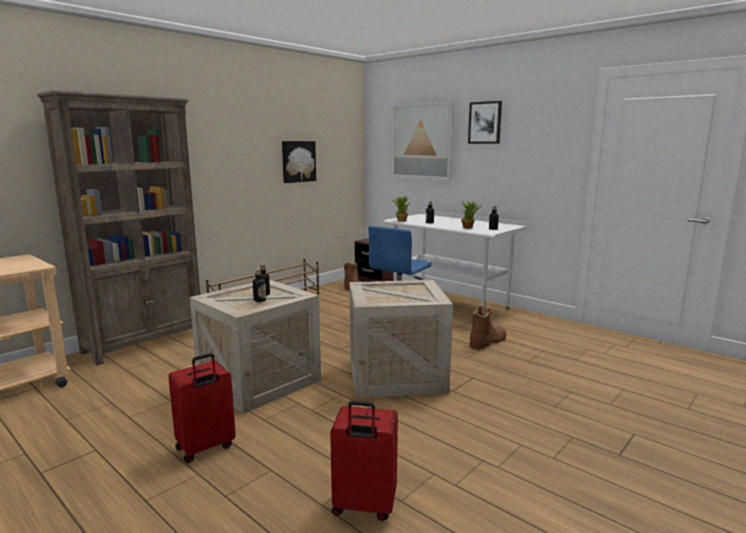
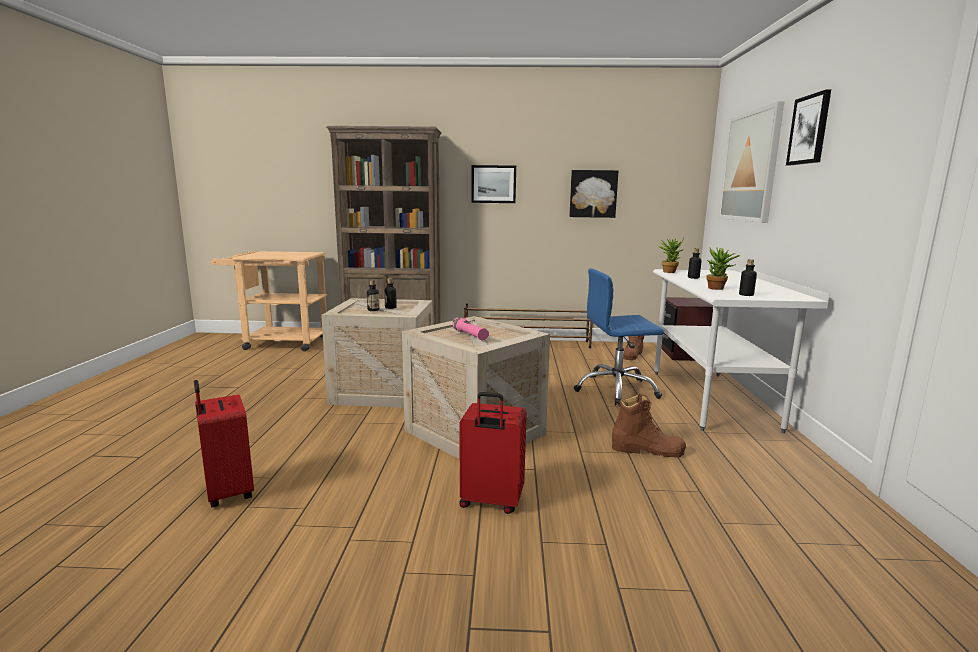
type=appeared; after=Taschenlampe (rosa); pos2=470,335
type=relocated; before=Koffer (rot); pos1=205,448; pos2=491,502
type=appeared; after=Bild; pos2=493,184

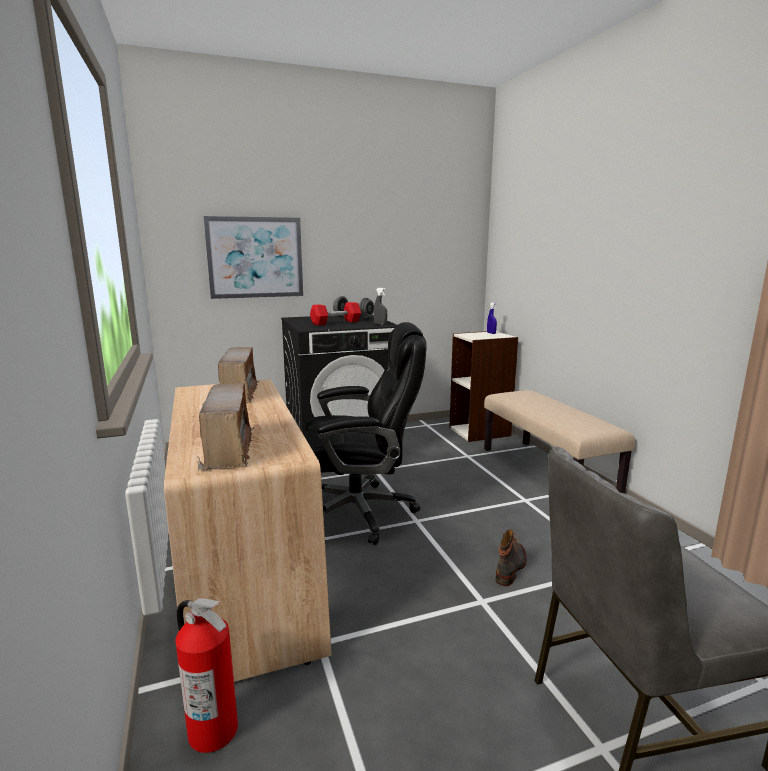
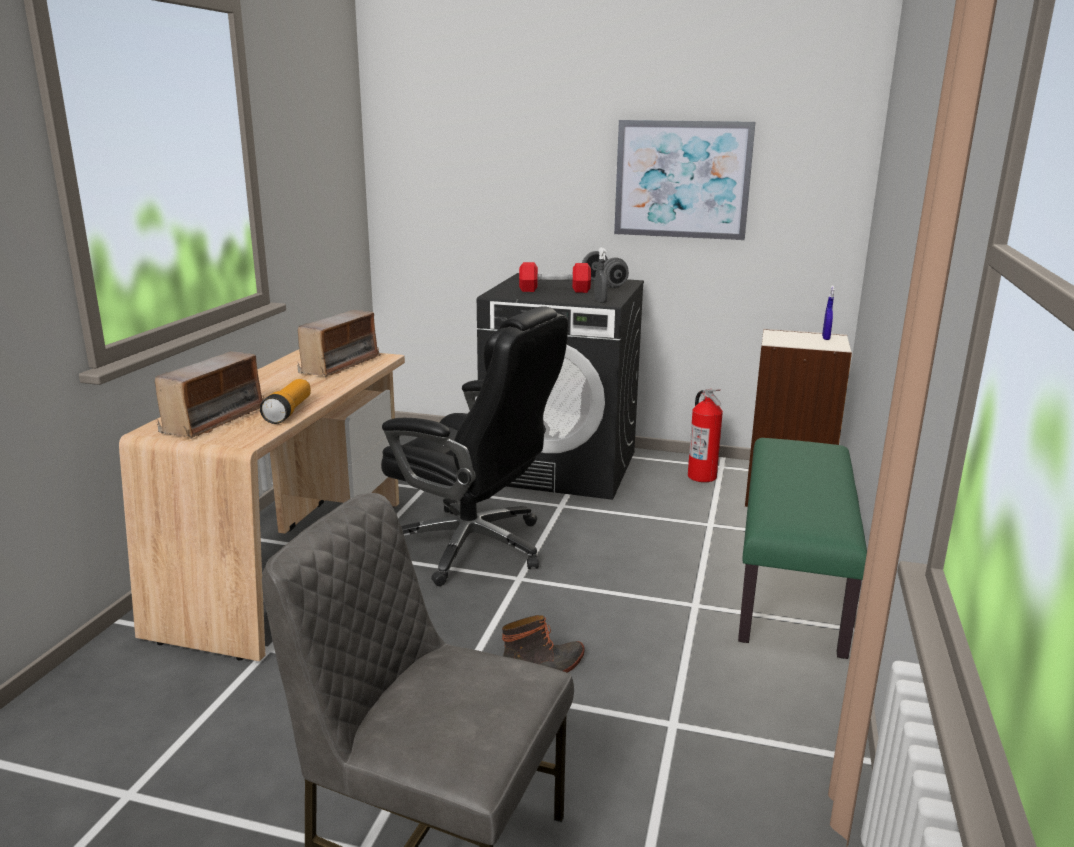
type=appeared; after=Taschenlampe; pos2=288,412
type=relocated; before=Bild; pos1=255,257; pos2=682,179
type=relocated; before=Feuerlöscher; pos1=213,730; pos2=702,476
type=colour; before=Bank (beige); after=Bank (grün); pos1=547,472; pos2=793,583

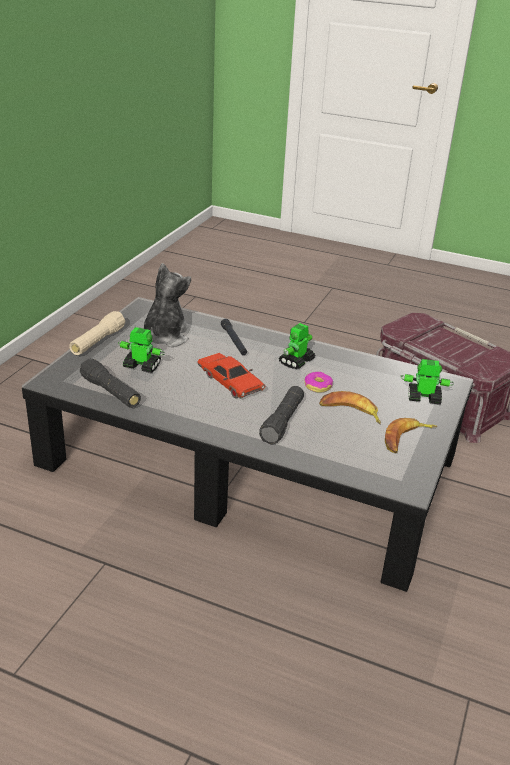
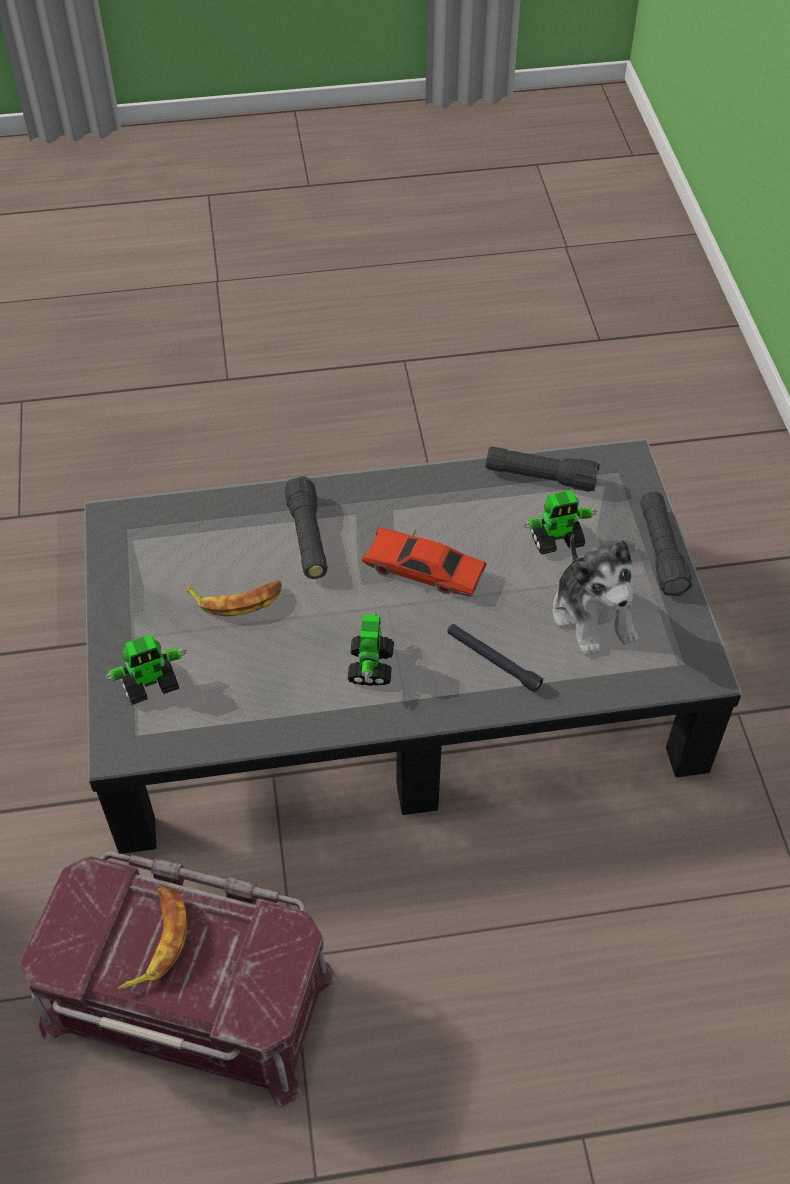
type=relocated; before=Banane; pos1=406,439; pos2=157,941
type=colour; before=Taschenlampe (beige); after=Taschenlampe (schwarz); pos1=97,342; pos2=661,552
type=missing; before=Donut; pos1=318,386

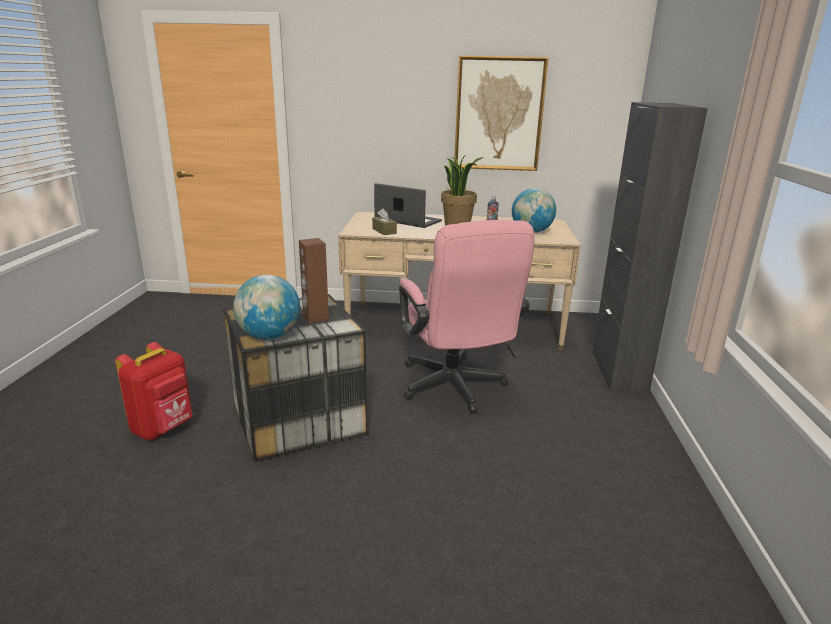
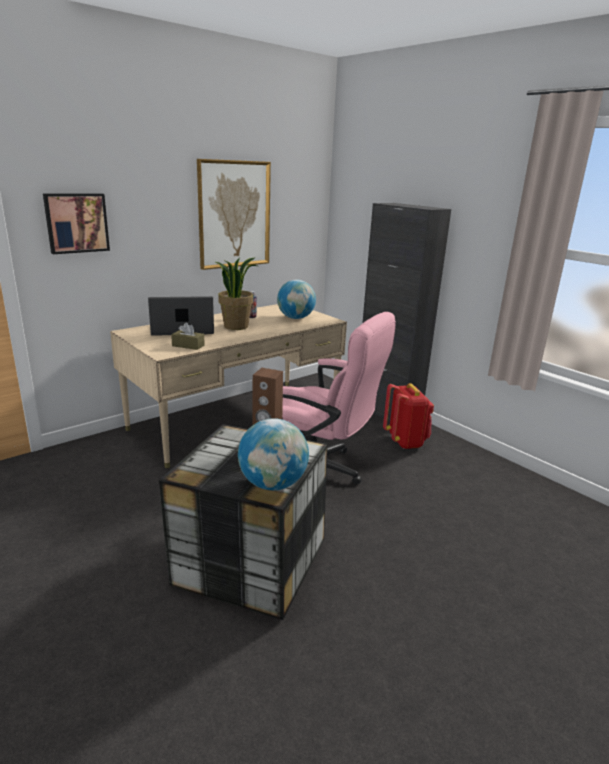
type=appeared; after=Bild; pos2=76,223
type=relocated; before=Rucksack (rot); pos1=164,428; pos2=405,442

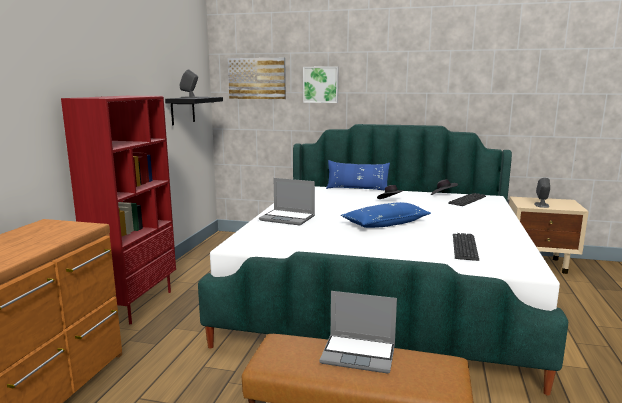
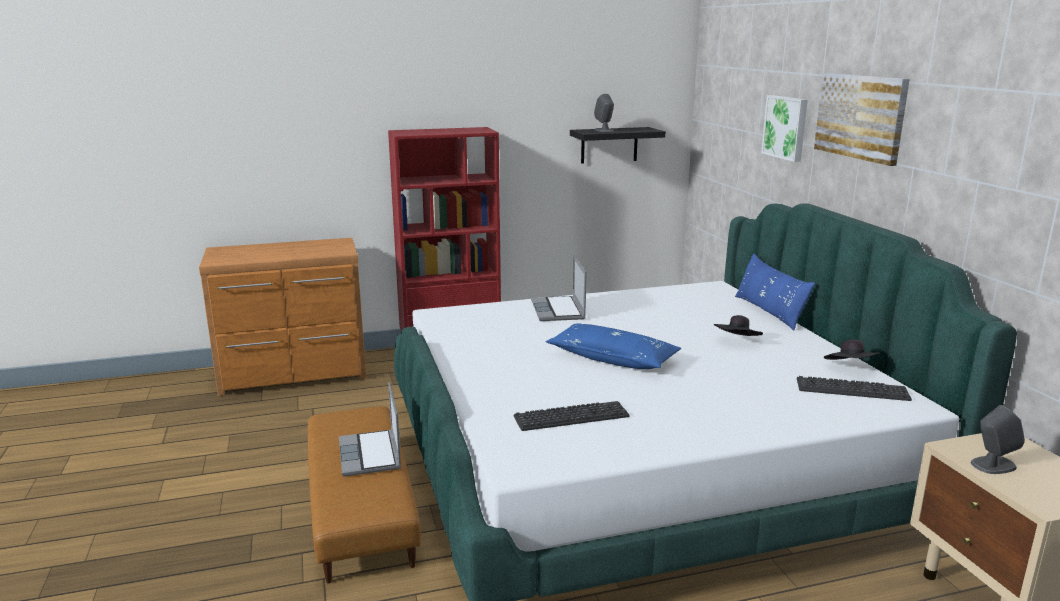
type=relocated; before=Bild; pos1=257,78; pos2=861,116

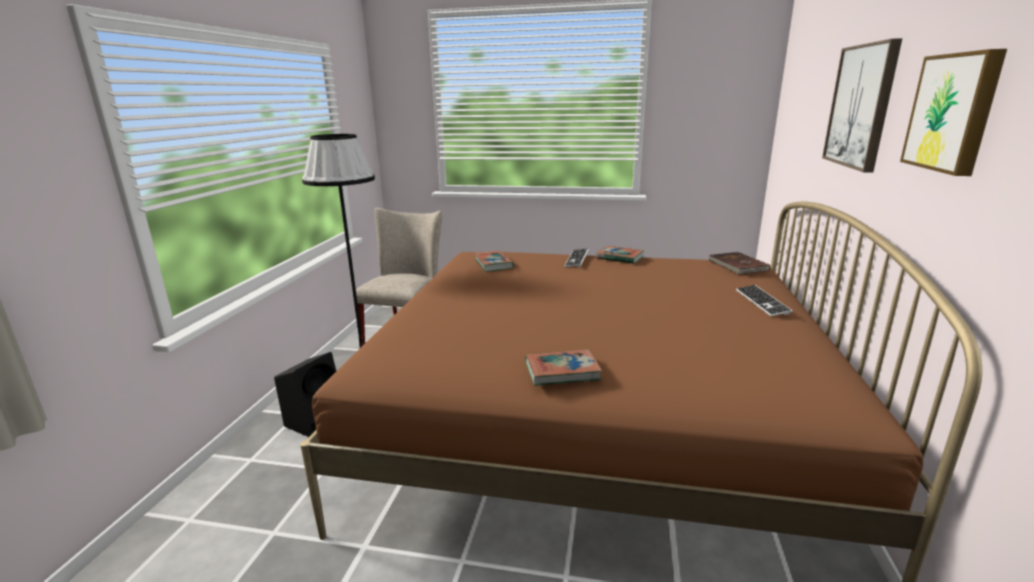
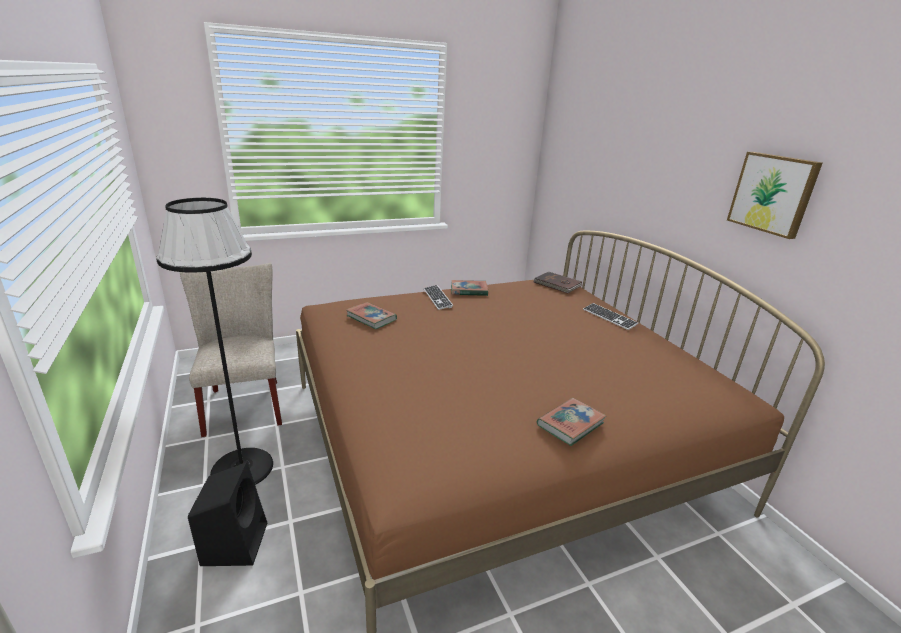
type=missing; before=Bild; pos1=861,106

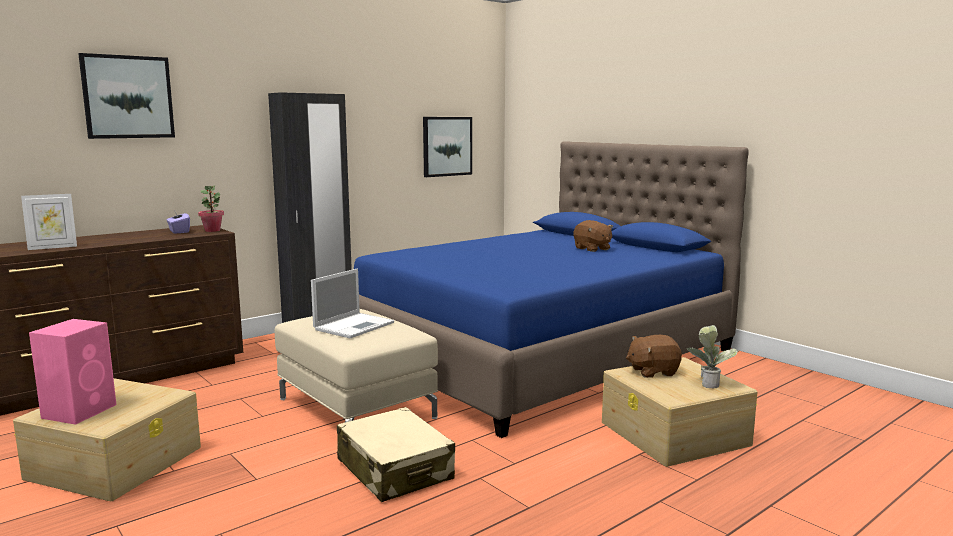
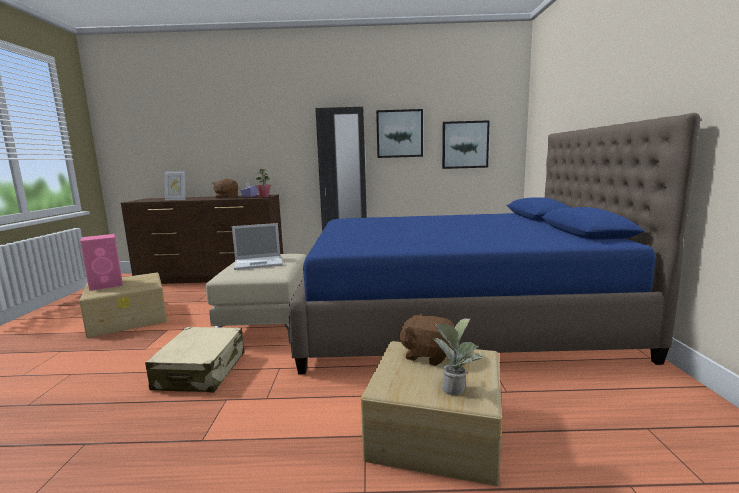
type=relocated; before=Plüschtier (braun); pos1=592,249; pos2=226,197
type=relocated; before=Bild; pos1=128,97; pos2=399,134

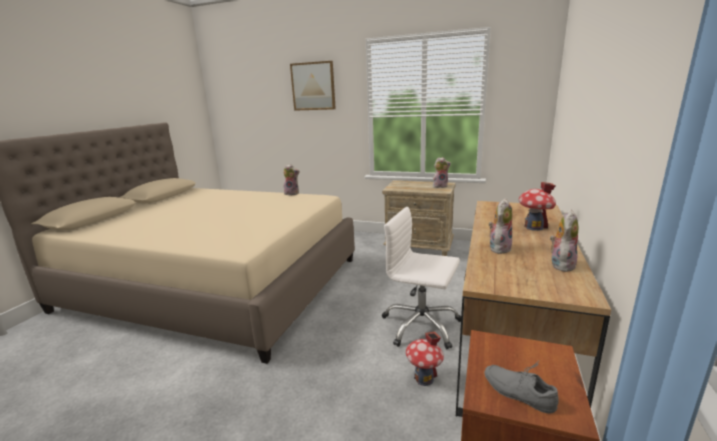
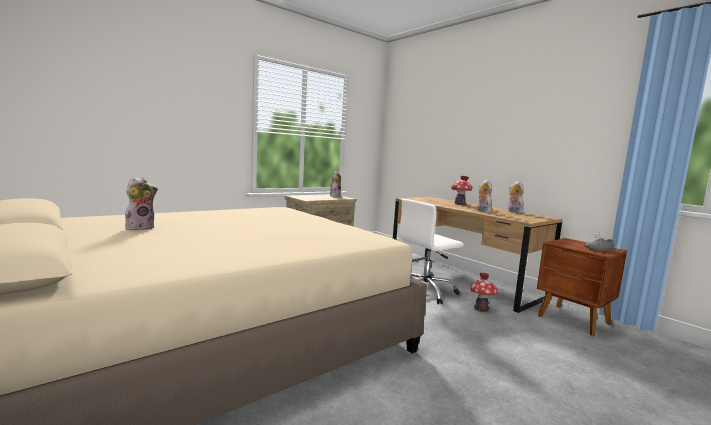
type=relocated; before=Plüschtier; pos1=292,193; pos2=140,228
type=missing; before=Bild; pos1=313,86

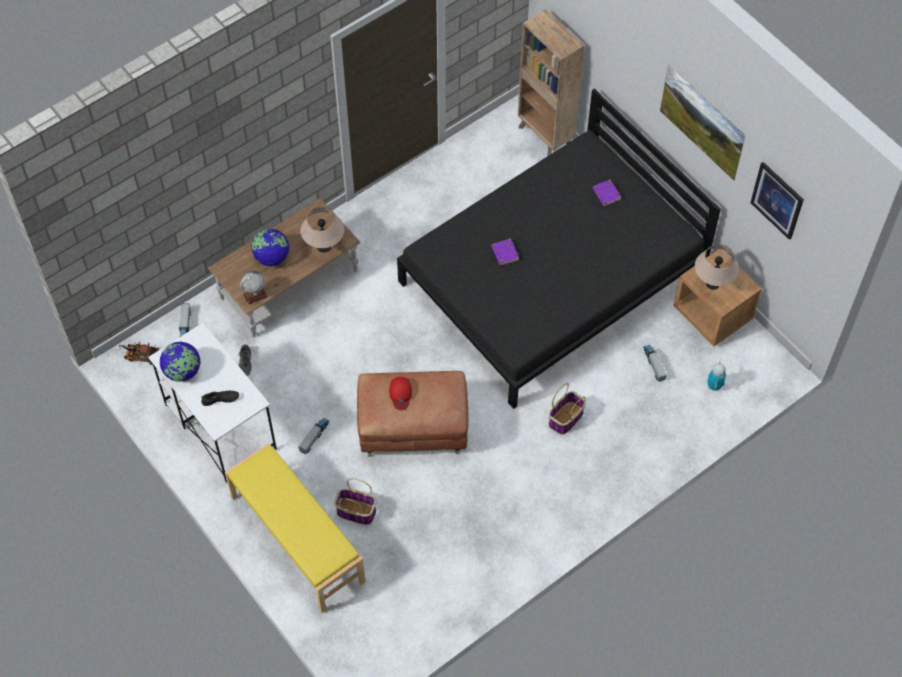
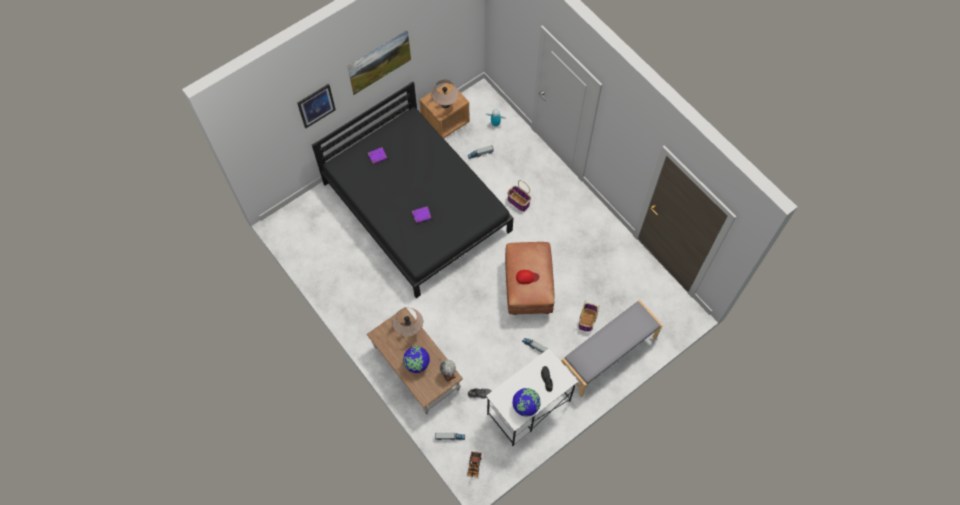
type=relocated; before=Bild; pos1=777,200; pos2=316,105
type=colour; before=Bank (gelb); after=Bank (grau); pos1=296,539; pos2=608,355
type=missing; before=Bücherregal (braun); pos1=545,136

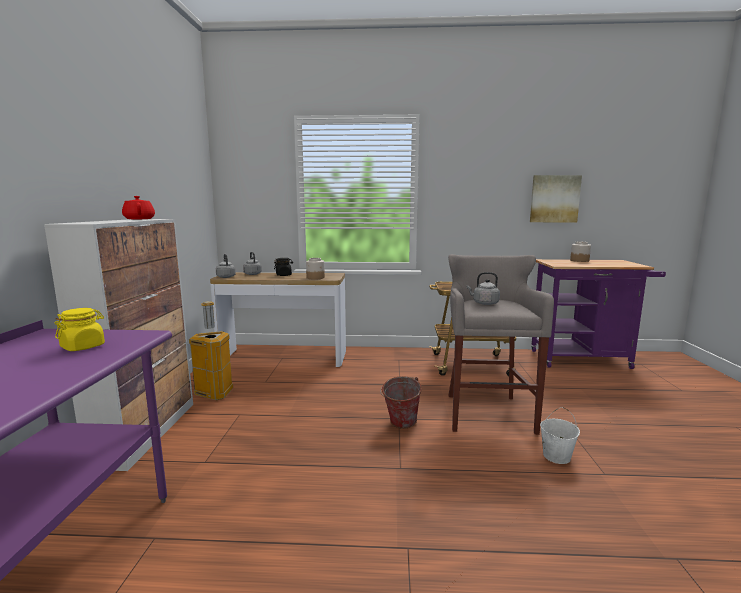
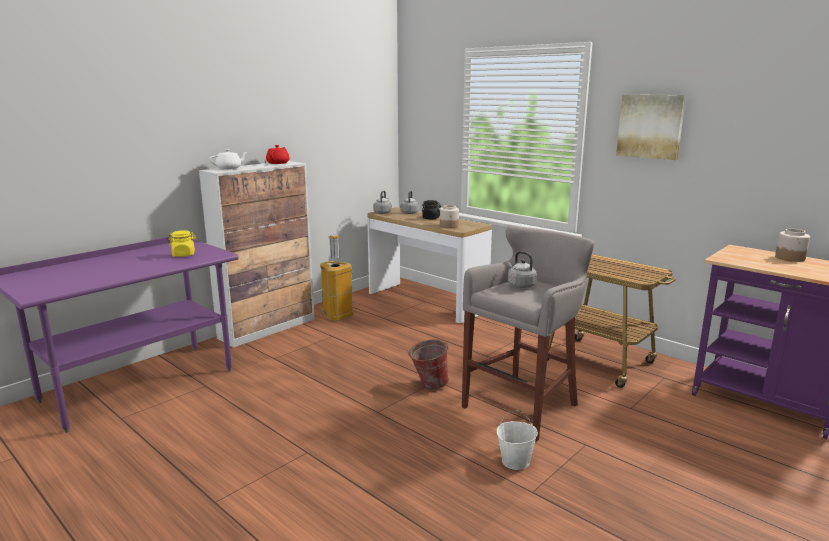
type=appeared; after=Teekanne (weiß); pos2=229,168
type=relocated; before=Bild; pos1=554,199; pos2=650,126

